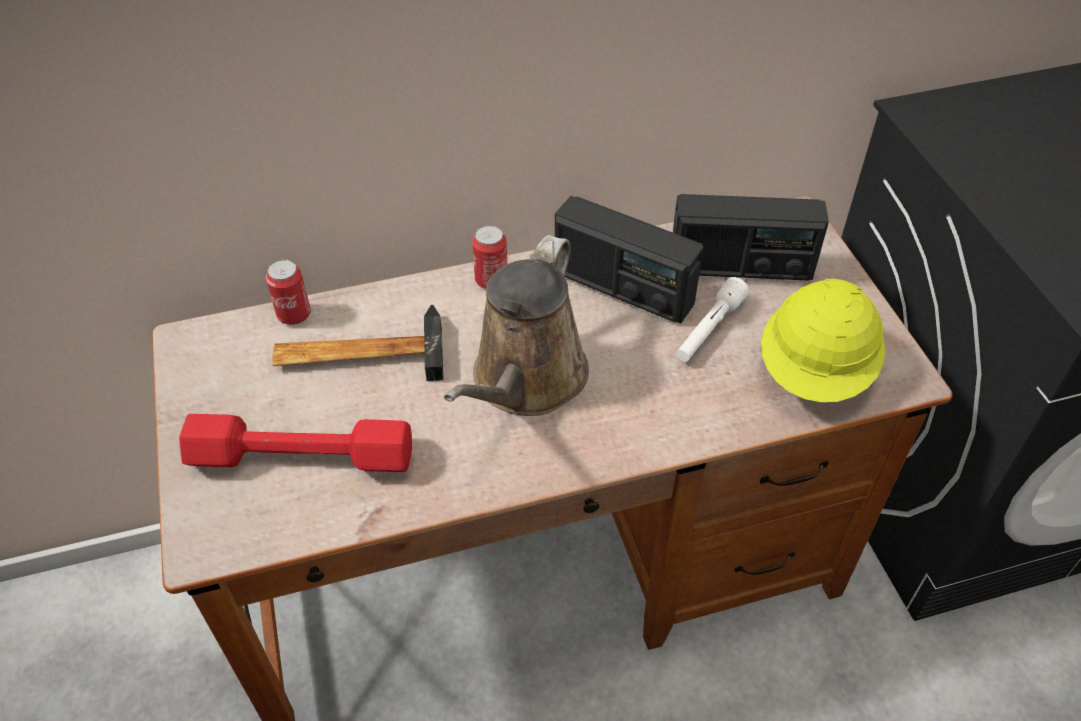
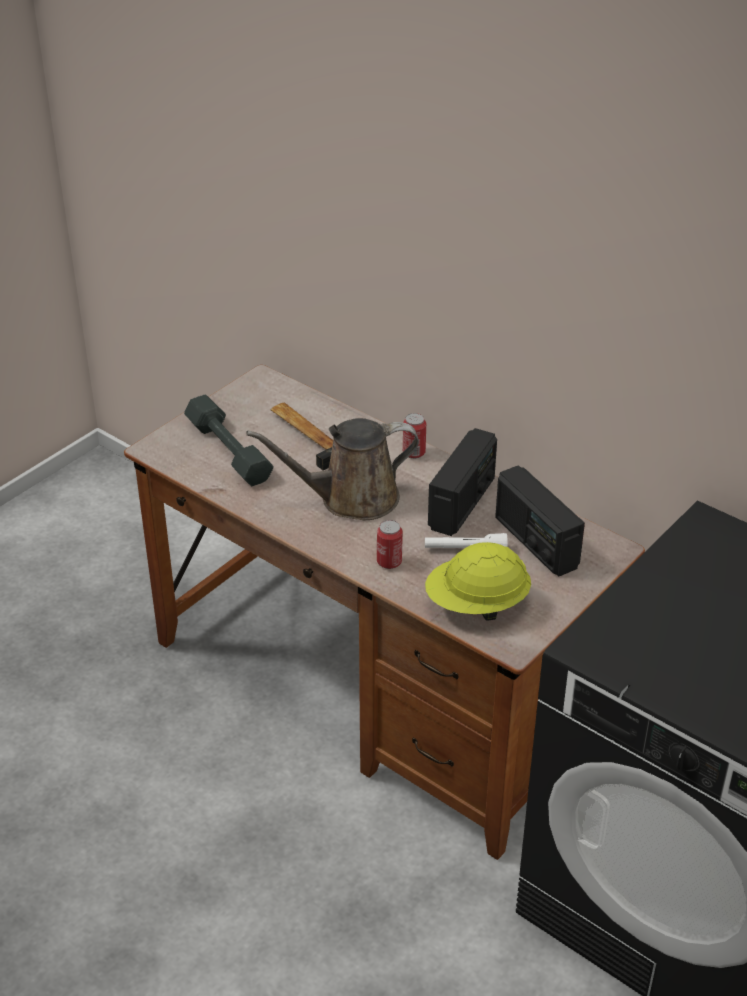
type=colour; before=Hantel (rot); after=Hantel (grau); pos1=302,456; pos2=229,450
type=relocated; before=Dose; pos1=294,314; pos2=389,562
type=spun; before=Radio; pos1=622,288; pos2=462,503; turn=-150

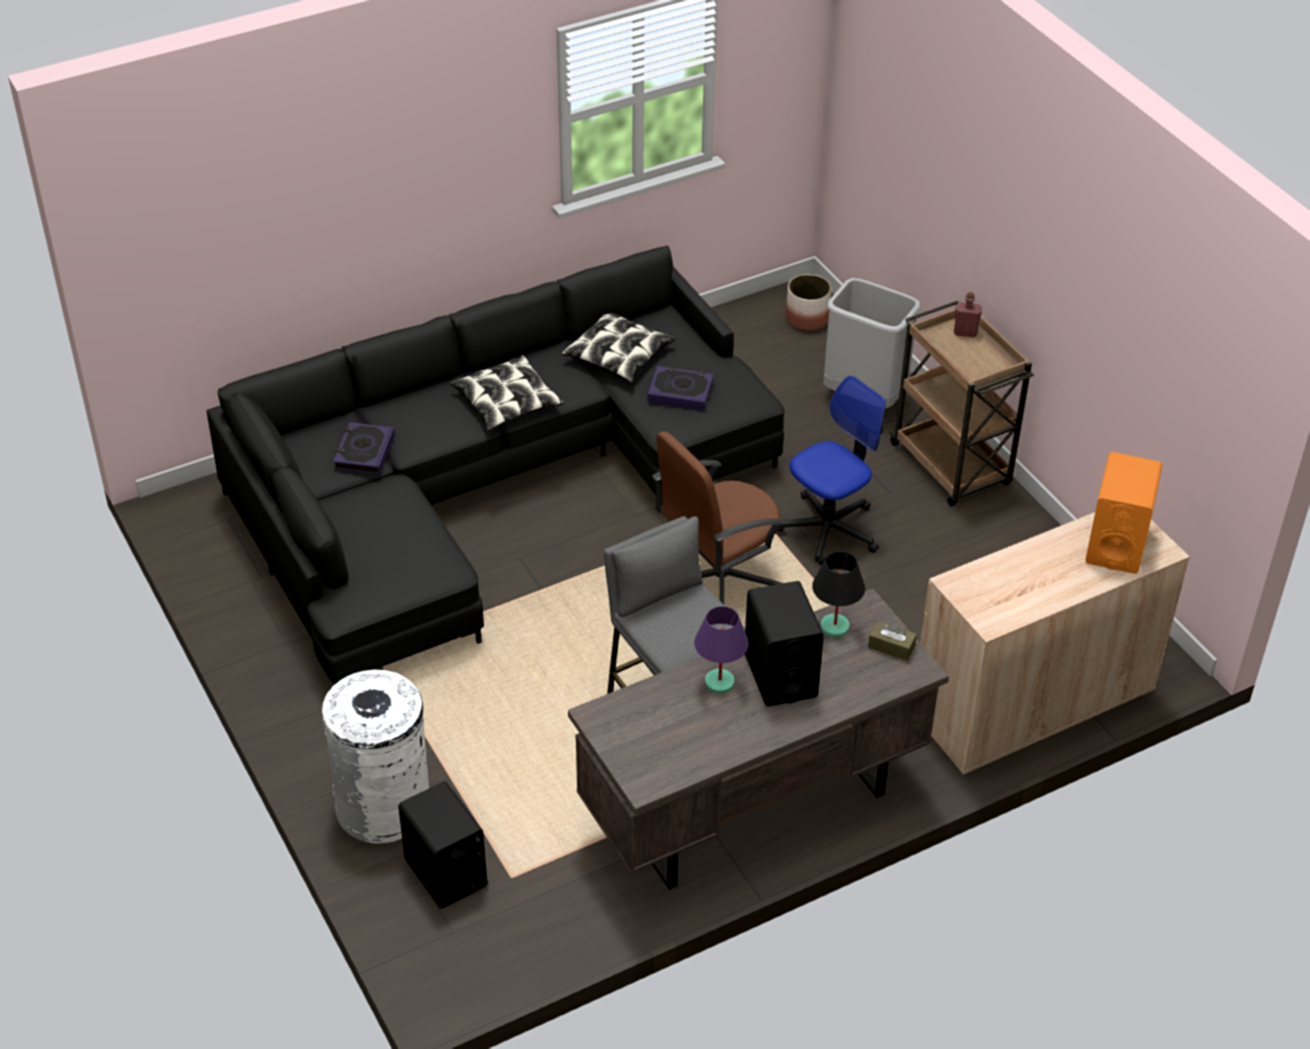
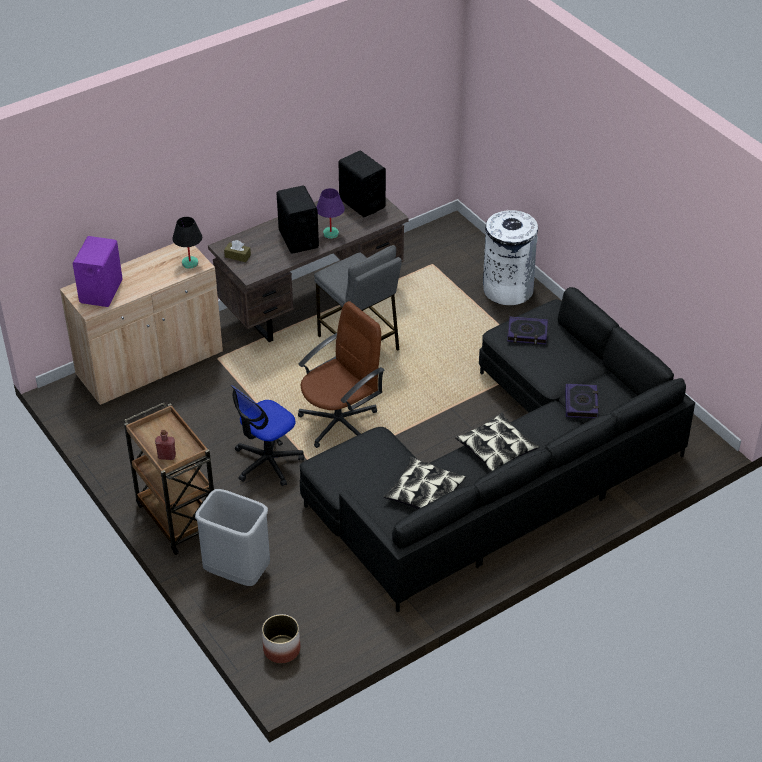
type=colour; before=Lautsprecher (orange); after=Lautsprecher (lila); pos1=1116,544; pos2=101,292
type=relocated; before=Tischlampe (schwarz); pos1=834,627; pos2=190,263
type=relocated; before=Lautsprecher (schwarz); pos1=446,873; pos2=362,203
type=relocated; before=Buch; pos1=680,392; pos2=527,333

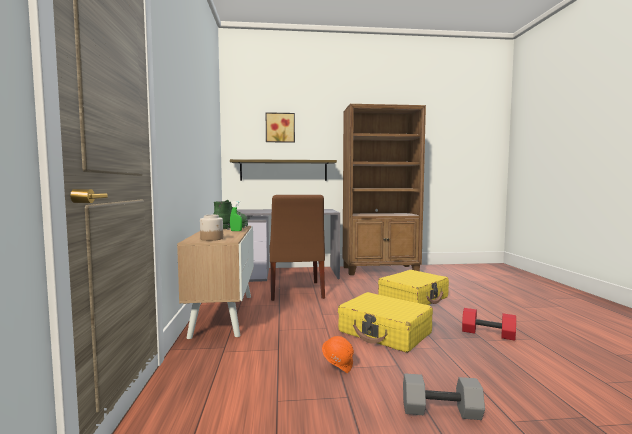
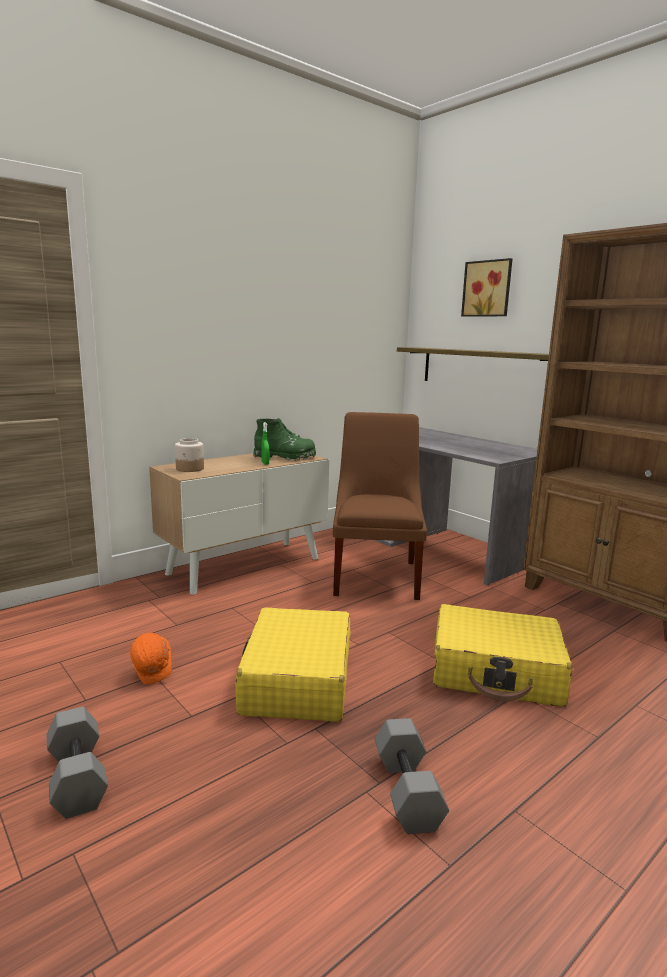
type=spun; before=Stuhl (braun); pos1=295,292; pos2=376,575; turn=135
type=colour; before=Hantel (rot); after=Hantel (grau); pos1=488,333; pos2=409,792

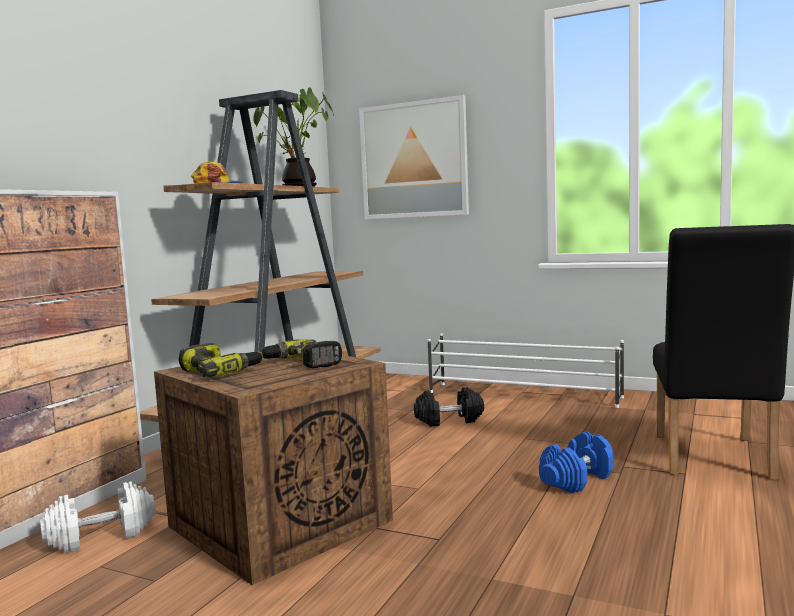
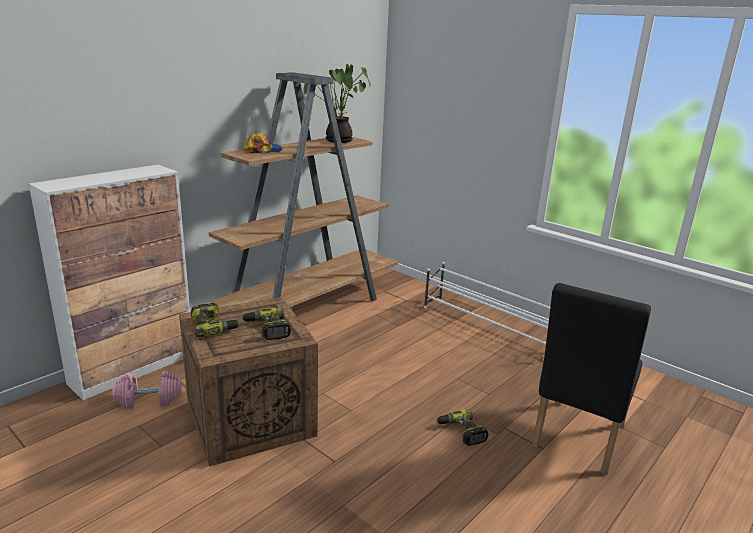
type=colour; before=Hantel (weiß); after=Hantel (rosa); pos1=101,535; pos2=149,399
type=exchanged; before=Hantel (blau); after=Bohrmaschine; pos1=577,480; pos2=461,432
type=missing; before=Bild; pos1=414,160
type=missing; before=Hantel (schwarz); pos1=449,420

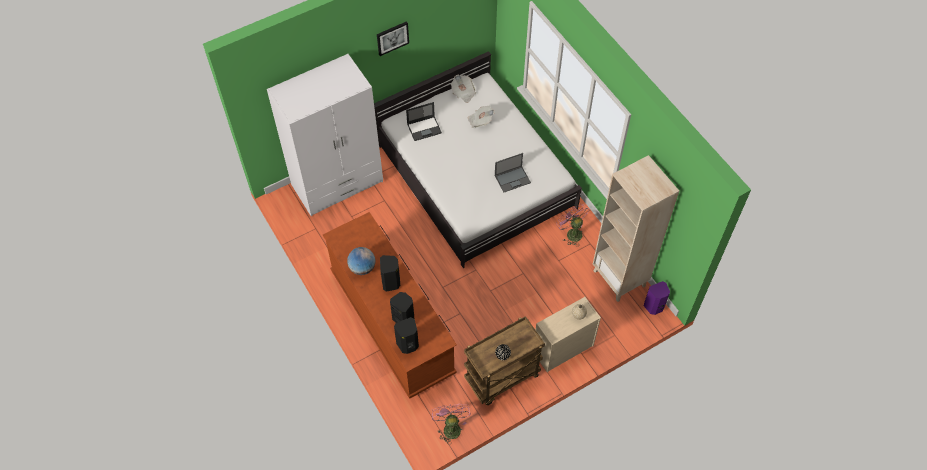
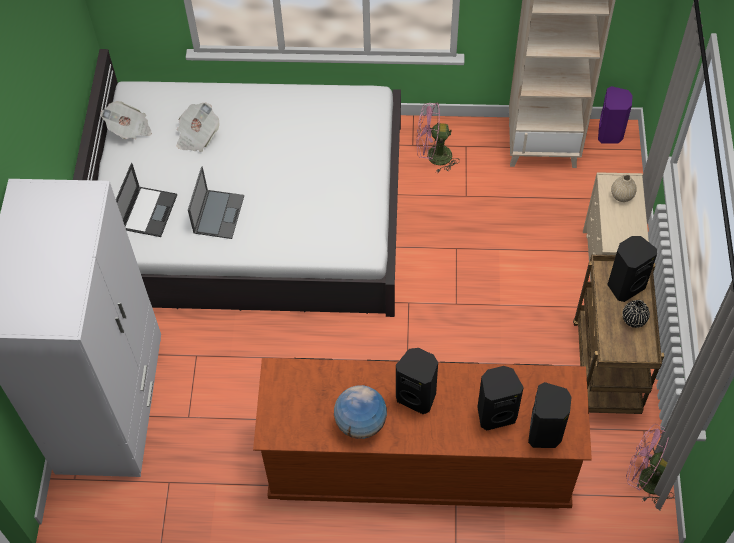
type=relocated; before=Laptop; pos1=513,179; pos2=218,213
type=appeared; after=Lautsprecher (schwarz); pos2=625,285
type=missing; before=Bild; pos1=392,38

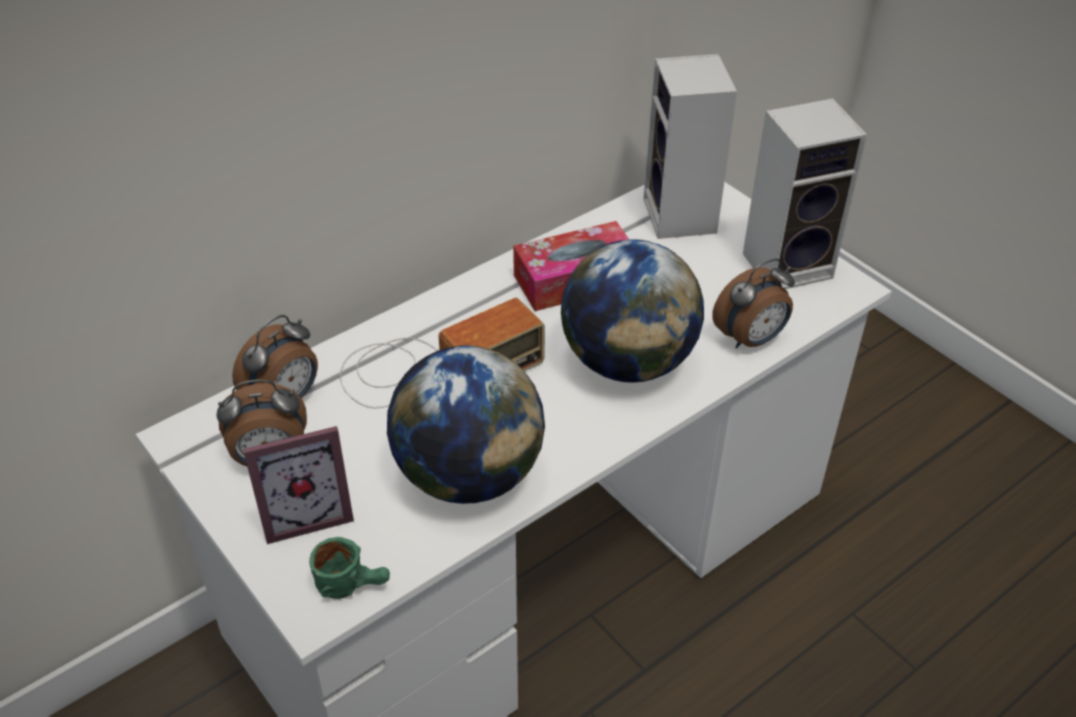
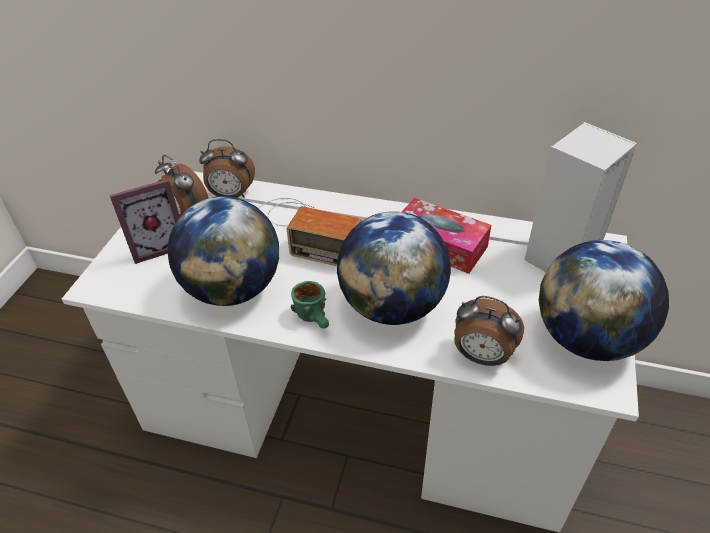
type=spun; before=Bilderrahmen; pos1=305,513; pos2=158,246; turn=-60
type=relocated; before=Henkelbecher (grün); pos1=353,584; pos2=316,319
type=exchanged; before=Lautsprecher; after=Globus; pos1=789,264; pos2=587,338

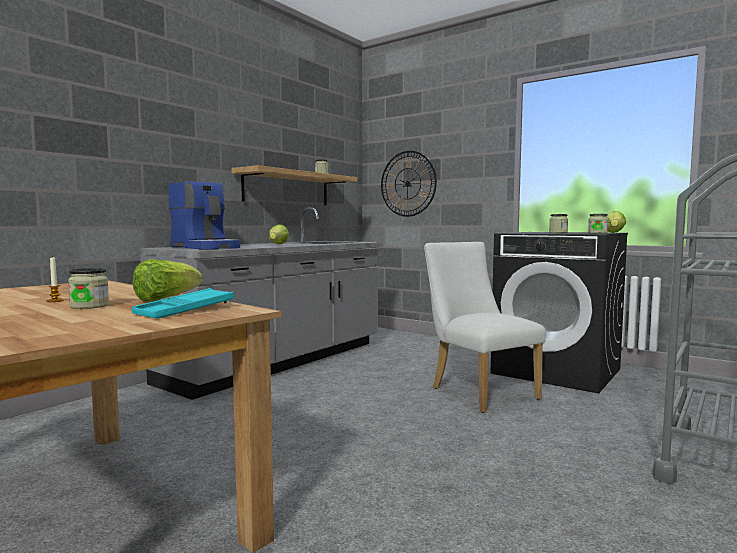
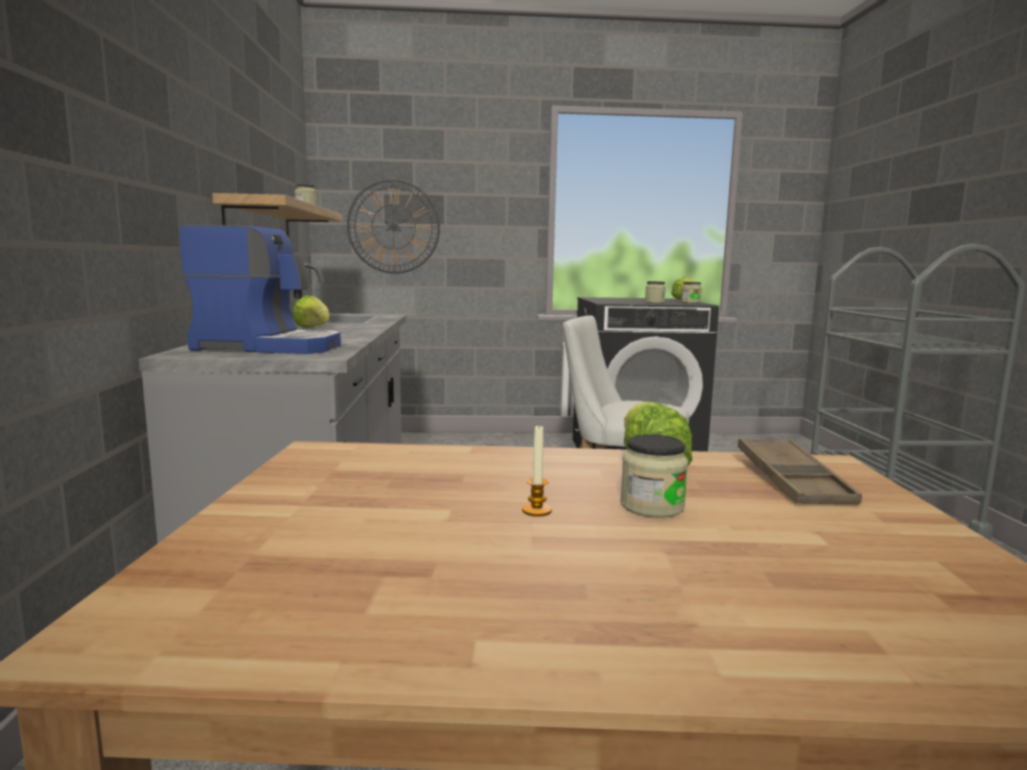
type=colour; before=Tablett (türkis); after=Tablett (braun); pos1=185,310; pos2=792,480

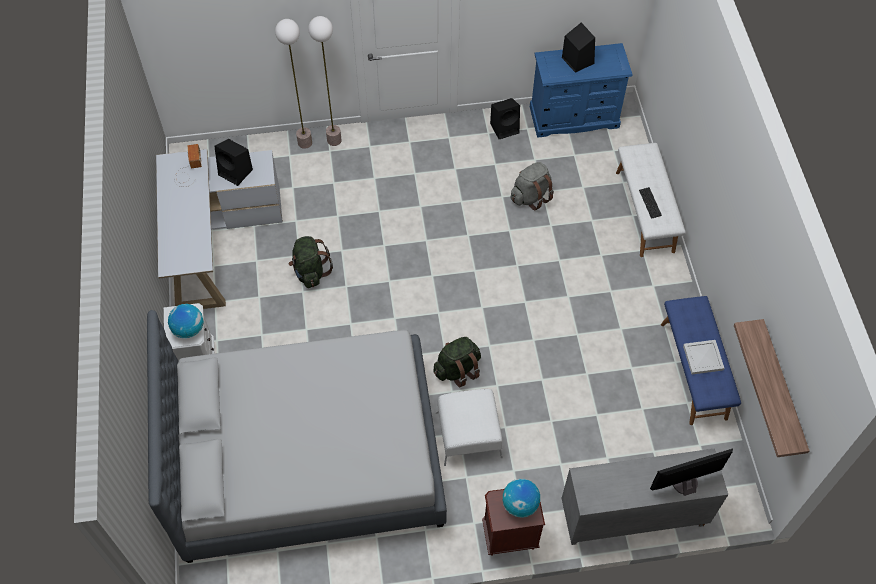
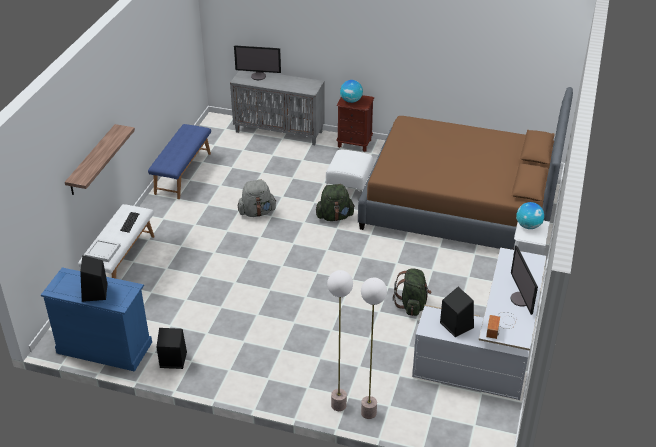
type=relocated; before=Wandregal; pos1=781,389; pos2=92,160
type=relocated; before=Tablett (weiß); pos1=703,358; pos2=102,251
type=relocated; before=Rucksack (grau); pos1=531,196; pos2=257,212
type=colour; before=Bett (grau); after=Bett (braun); pos1=307,456; pos2=460,206
type=appeared; after=Monitor; pos2=521,299

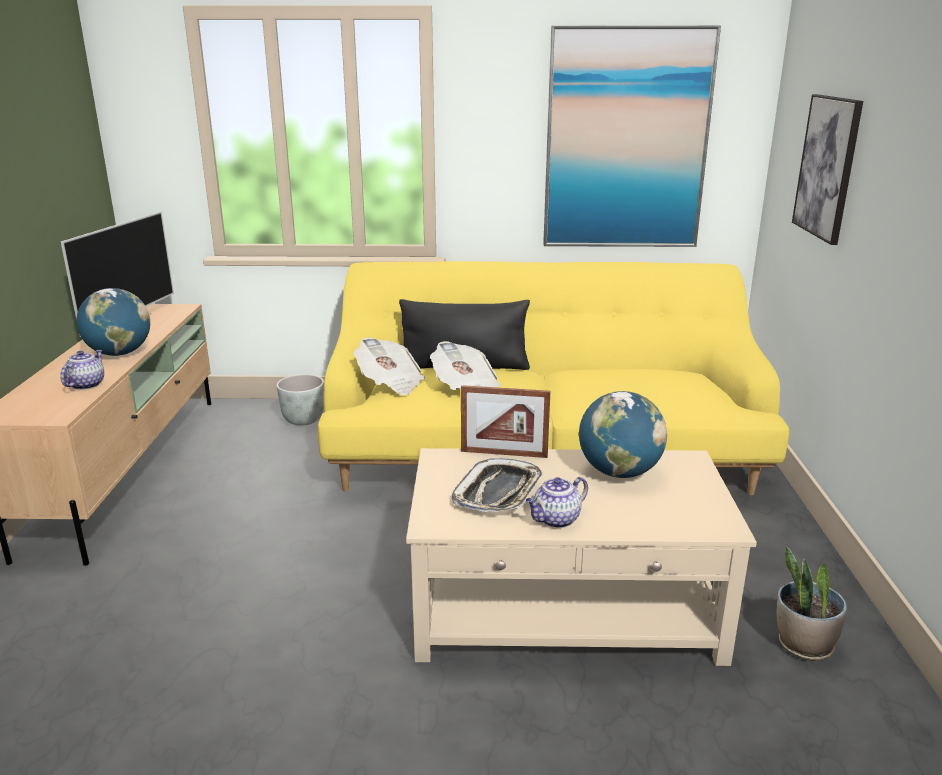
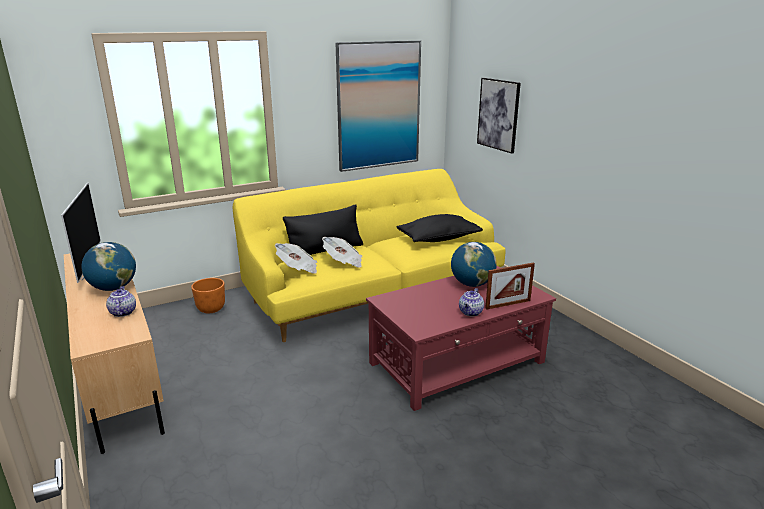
type=colour; before=Pflanzkübel (grau); after=Pflanzkübel (orange); pos1=304,420; pos2=211,309
type=colour; before=Couchtisch (beige); after=Couchtisch (rot); pos1=566,608; pos2=457,362
type=appeared; after=Kissen (schwarz); pos2=438,239
type=relocated; before=Bilderrahmen; pos1=504,453; pos2=508,304
type=missing; before=Tablett; pos1=498,493
type=missing; before=Topfpflanze; pos1=803,645

